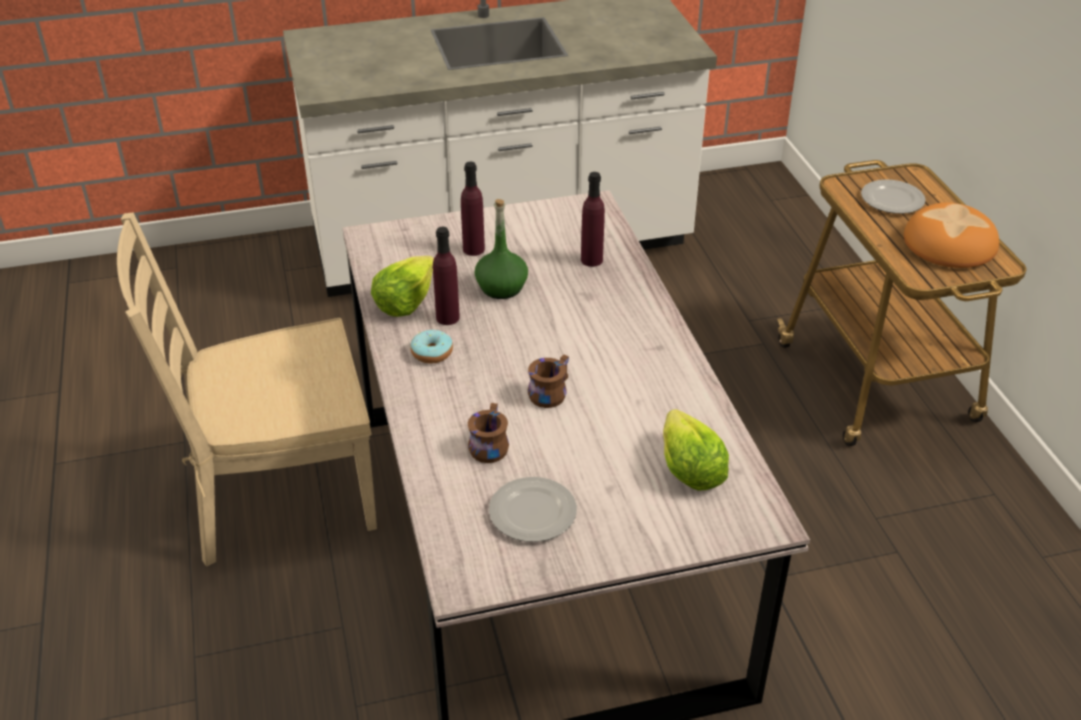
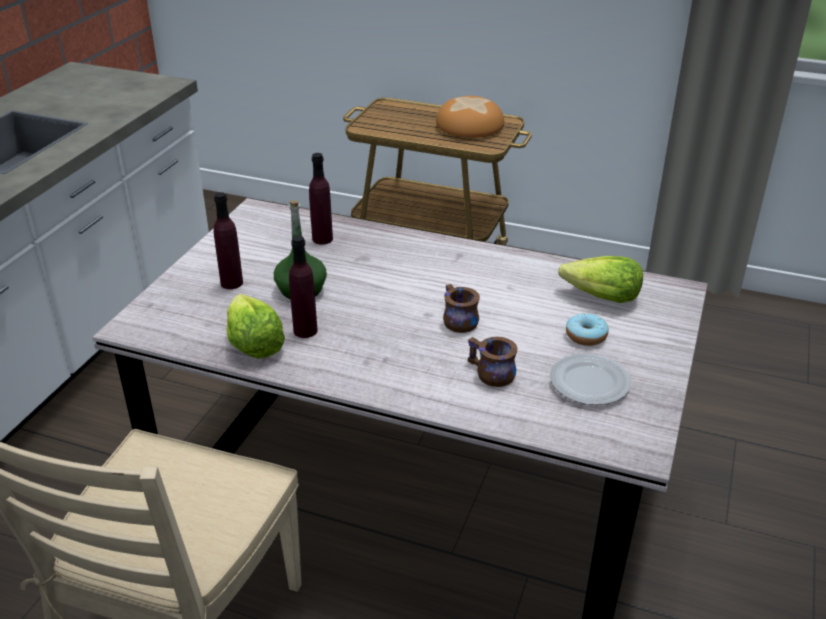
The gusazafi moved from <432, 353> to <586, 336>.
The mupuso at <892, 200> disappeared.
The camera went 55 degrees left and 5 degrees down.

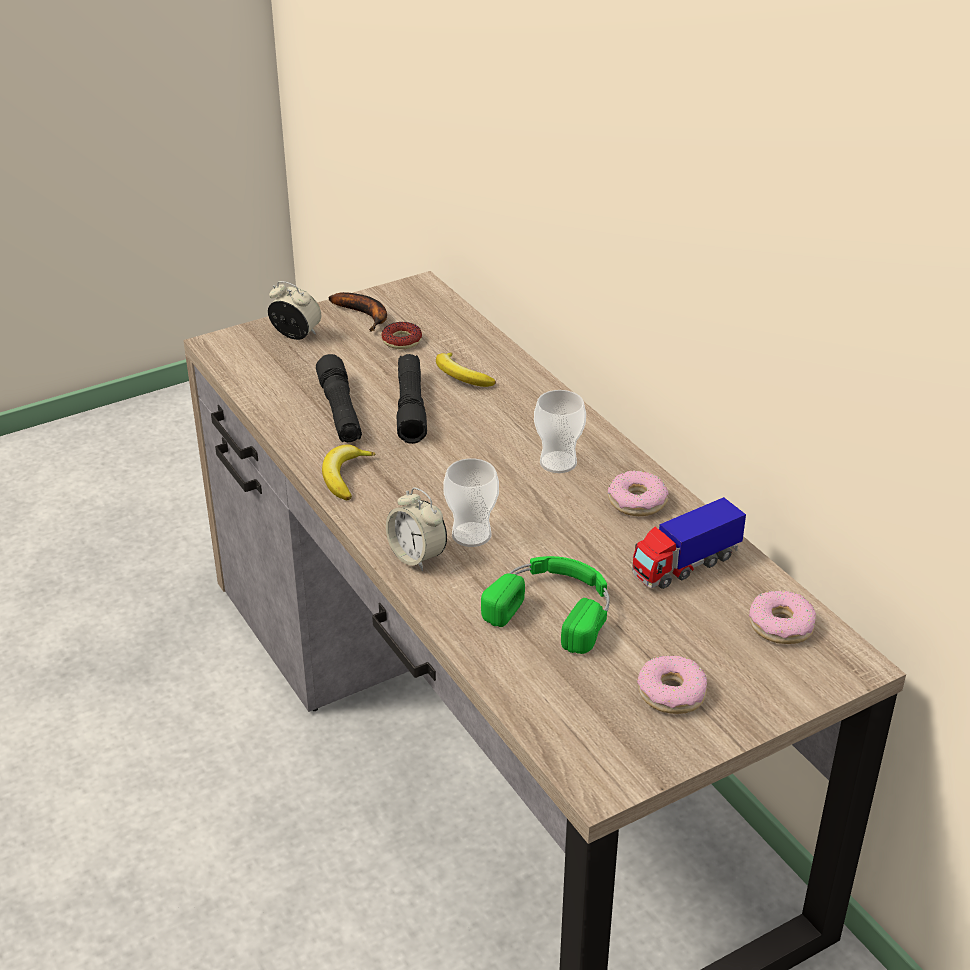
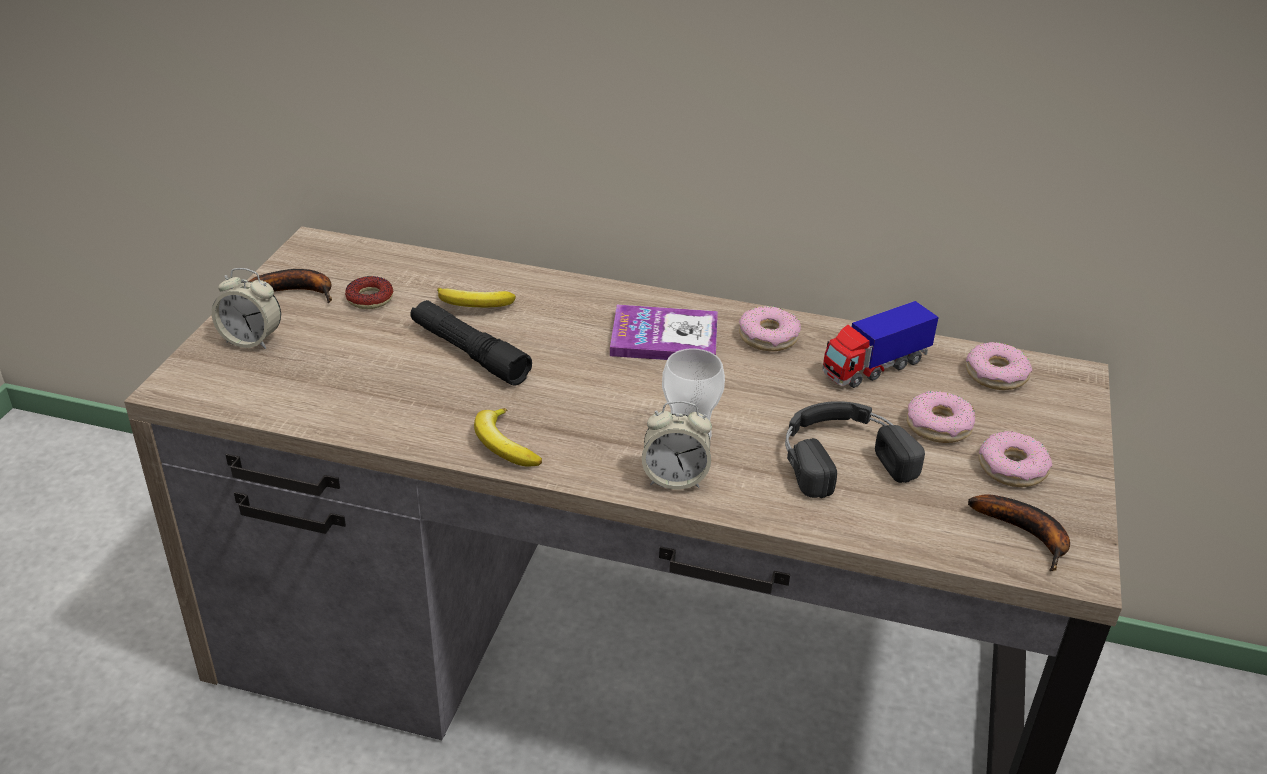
The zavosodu at <296, 335> turned 150 degrees counterclockwise.
The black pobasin at <340, 411> disappeared.
The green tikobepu at <554, 608> became the black tikobepu at <841, 455>.
The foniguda at <558, 462> was replaced by the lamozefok at <664, 337>.
The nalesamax at <685, 566> turned 45 degrees clockwise.
The gusazafi at <938, 426> appeared.
The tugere at <1027, 535> appeared.
The camera went 45 degrees left and 0 degrees up.

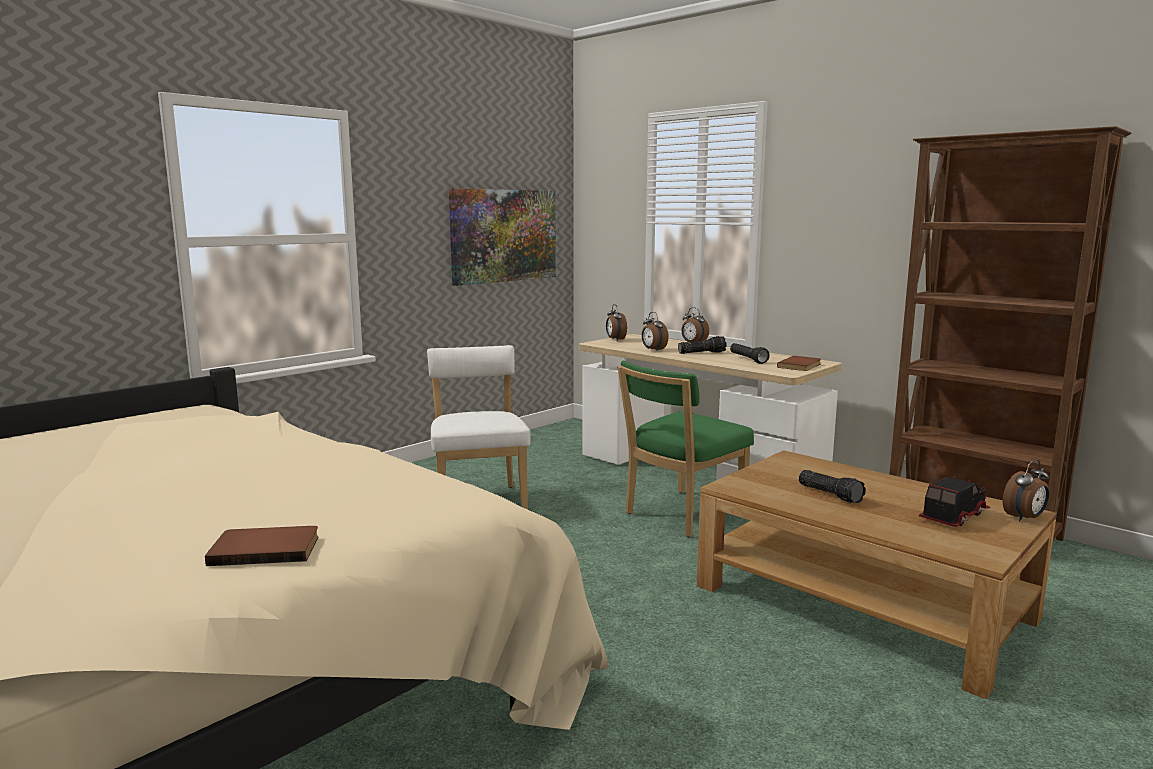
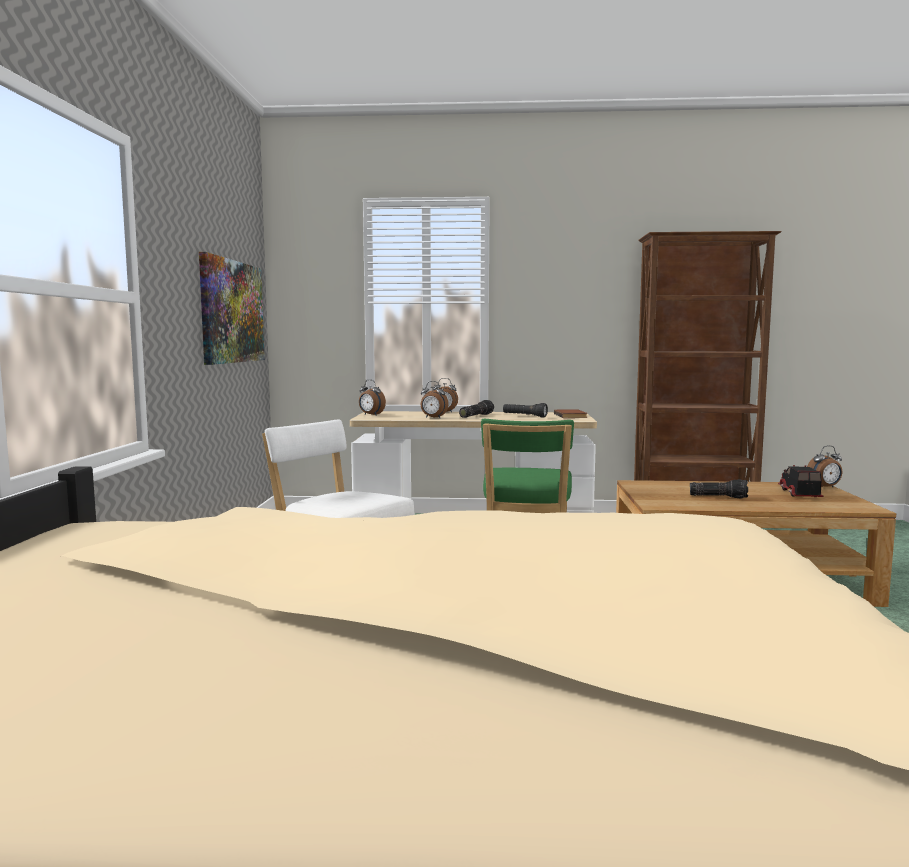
The brown lamozefok at <266, 549> disappeared.
The zavosodu at <1024, 518> turned 60 degrees clockwise.
The camera went 40 degrees left and 5 degrees down.

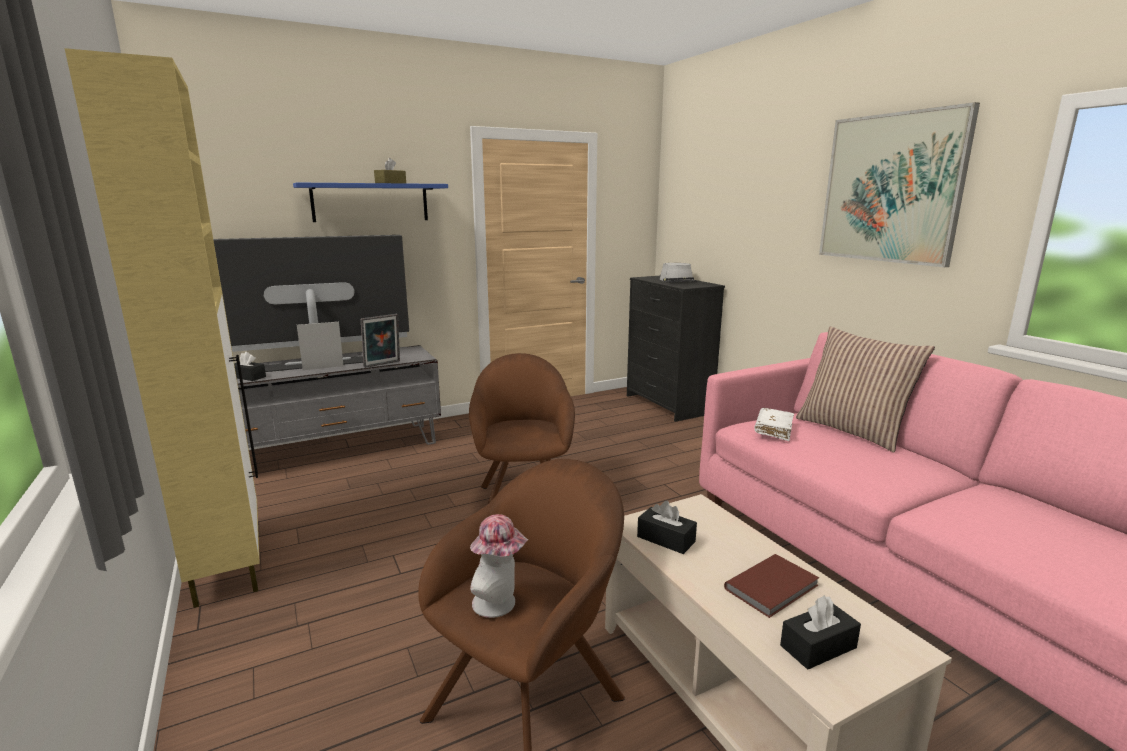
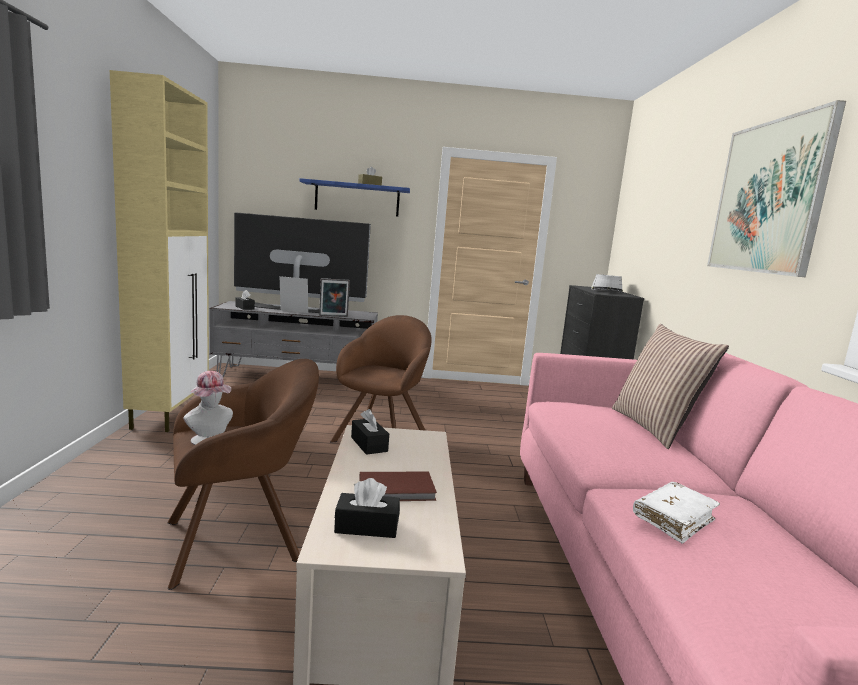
The white lamozefok moved from <773, 430> to <674, 519>.
The camera went 25 degrees right and 5 degrees down.

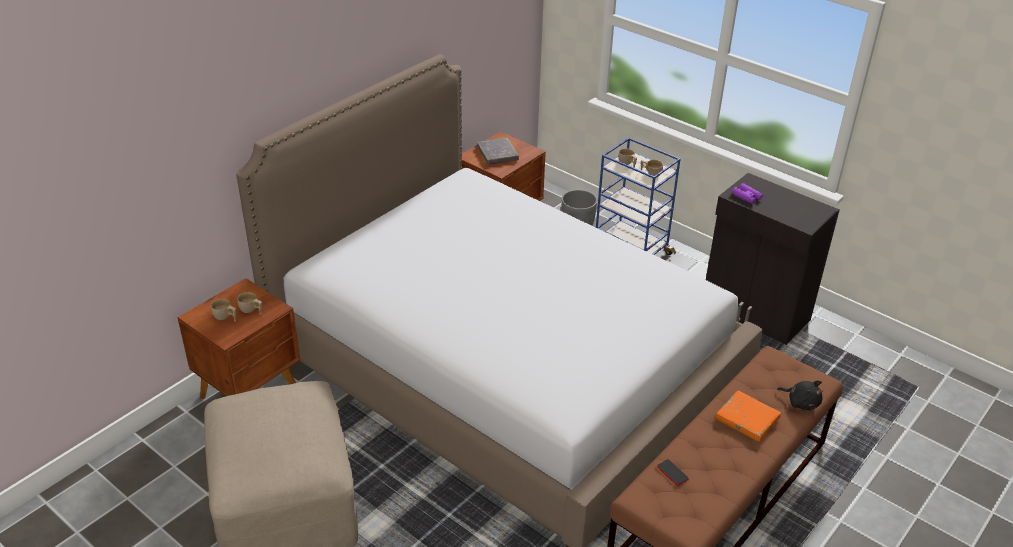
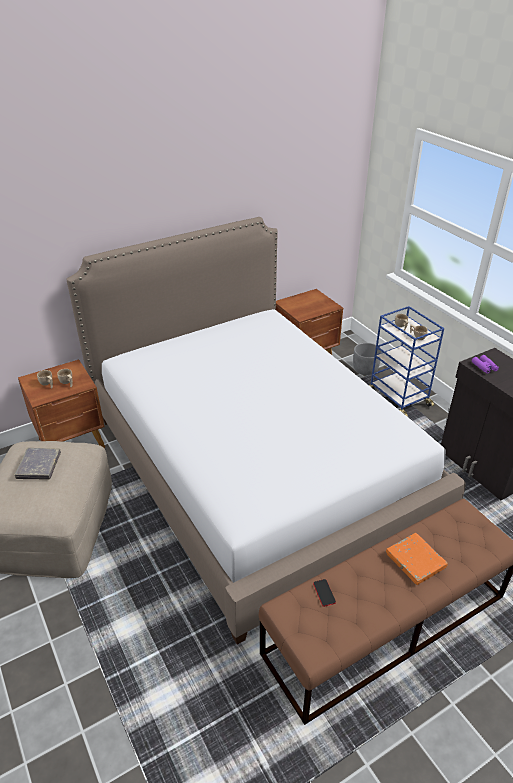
The grey lamozefok moved from <497, 154> to <39, 466>.
The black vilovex at <801, 402> disappeared.
The camera went 20 degrees right and 0 degrees up.

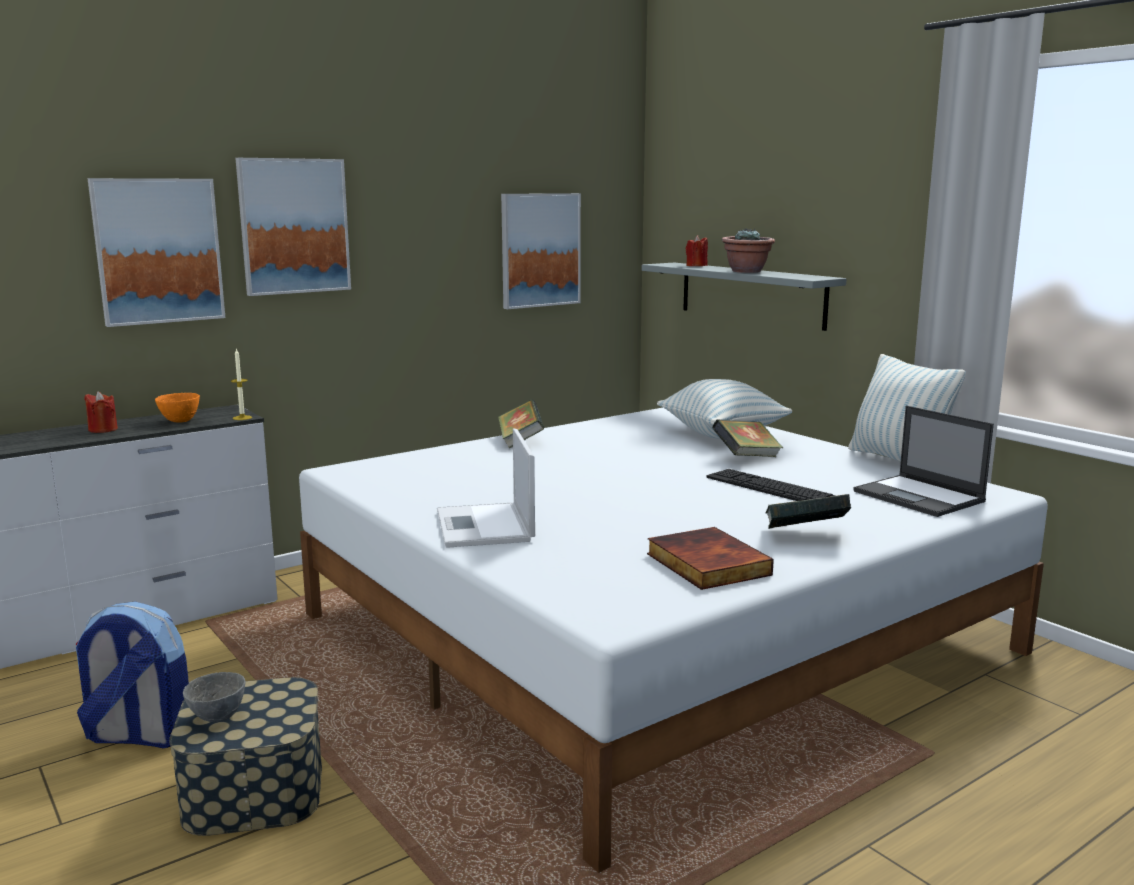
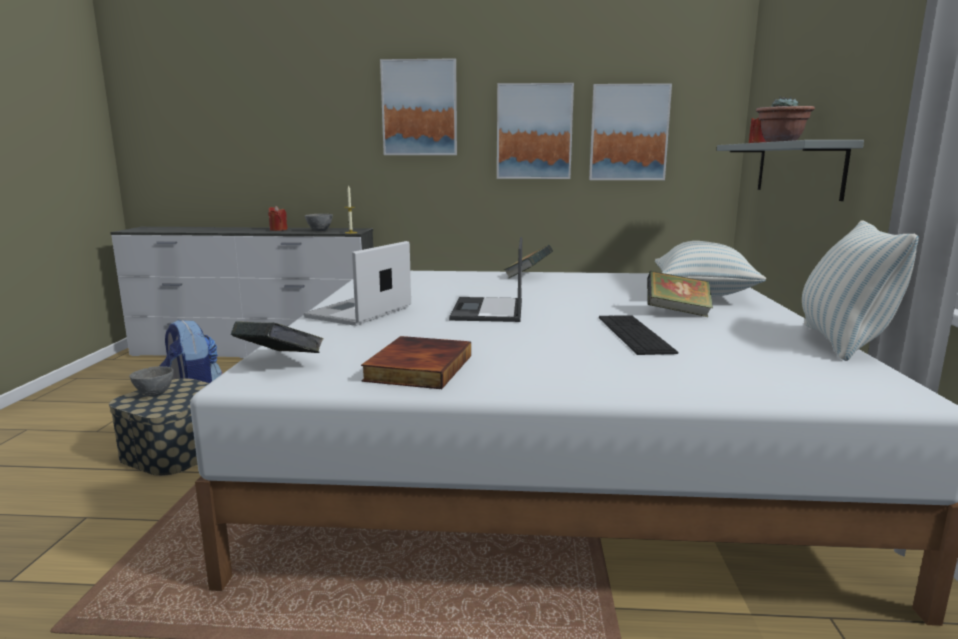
The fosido moved from <158, 251> to <534, 132>.
The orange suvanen at <180, 421> became the grey suvanen at <320, 231>.
The lamozefok moved from <805, 535> to <279, 362>.
The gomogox moved from <920, 497> to <488, 311>.
The camera went 40 degrees right and 0 degrees up.

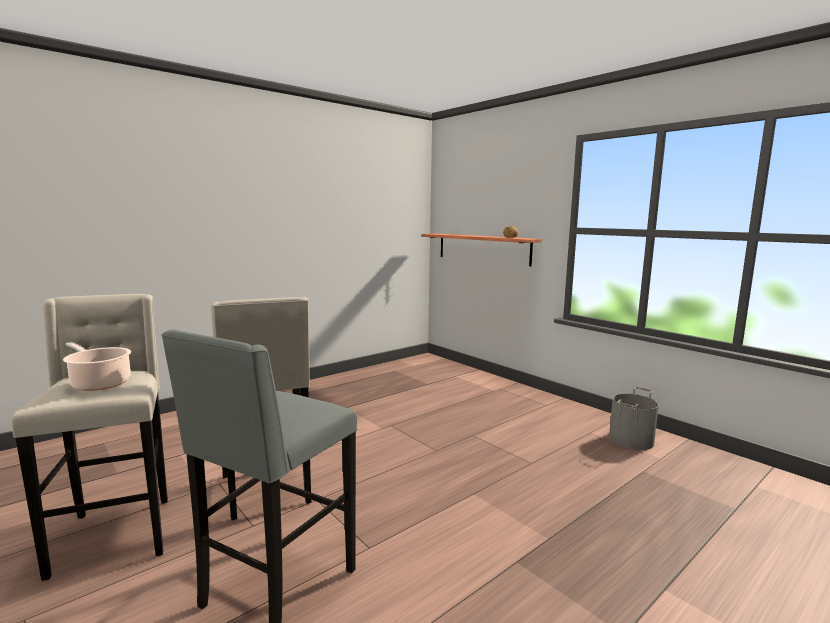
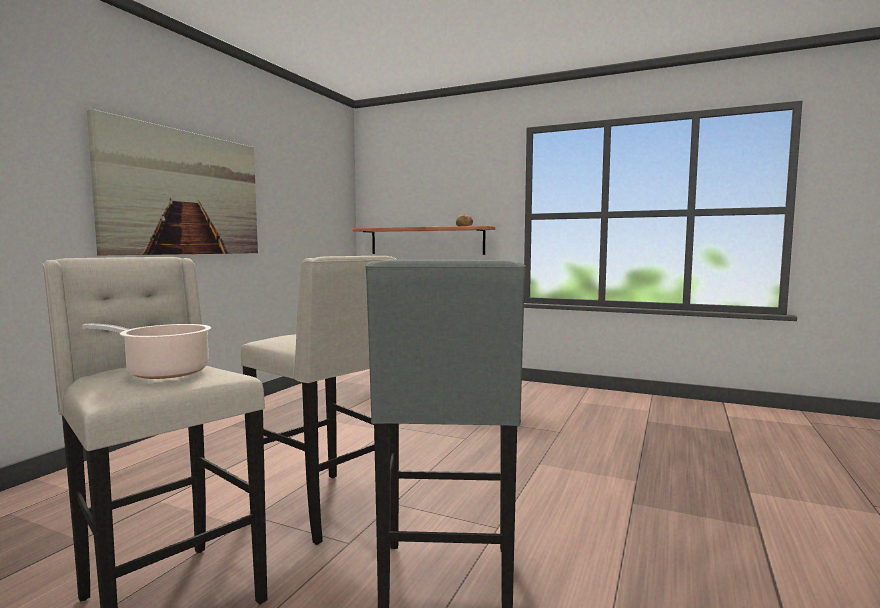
The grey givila at <631, 440> disappeared.
The fosido at <184, 193> appeared.
The camera went 25 degrees left and 5 degrees down.

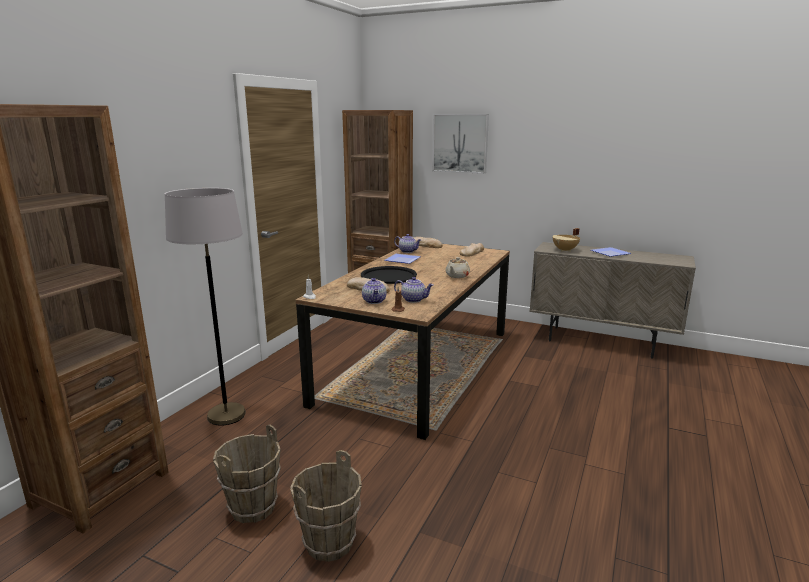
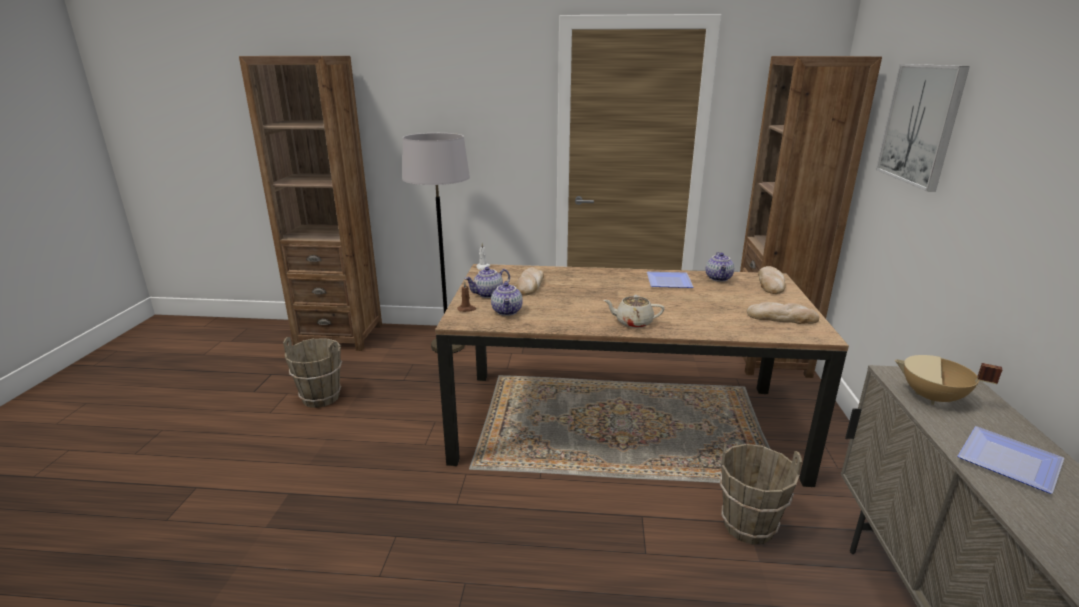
The brown givila moved from <330, 543> to <748, 526>.
The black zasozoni at <388, 276> disappeared.
The camera went 70 degrees right and 5 degrees up.

